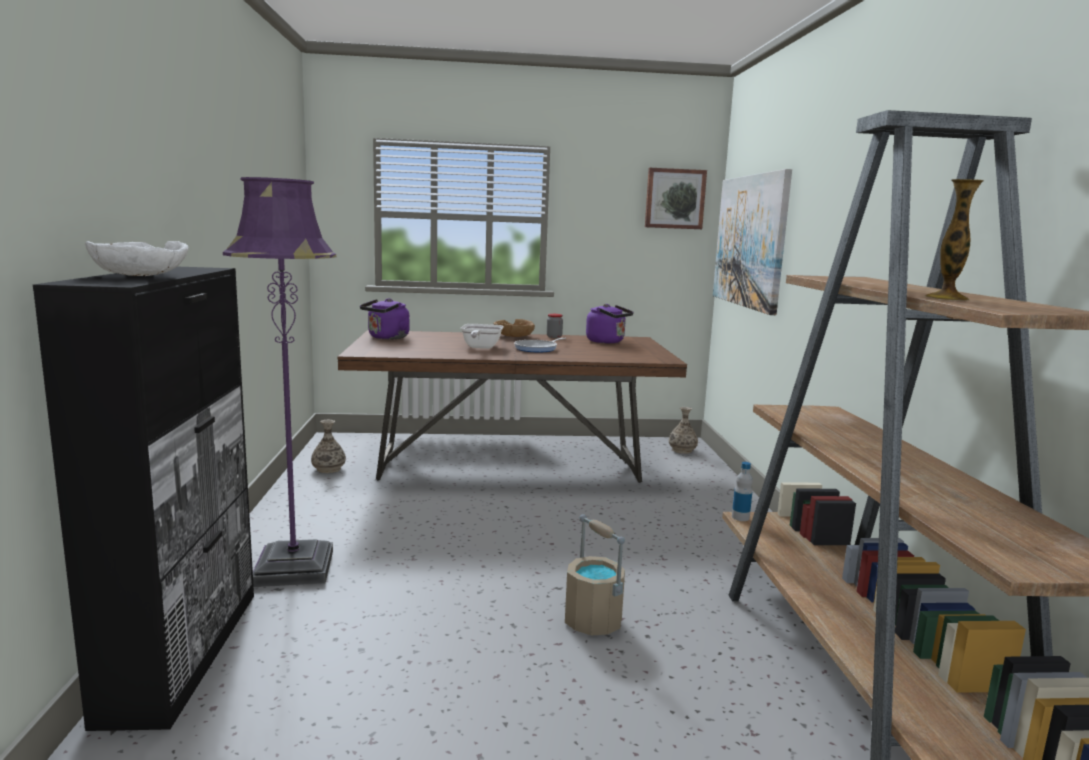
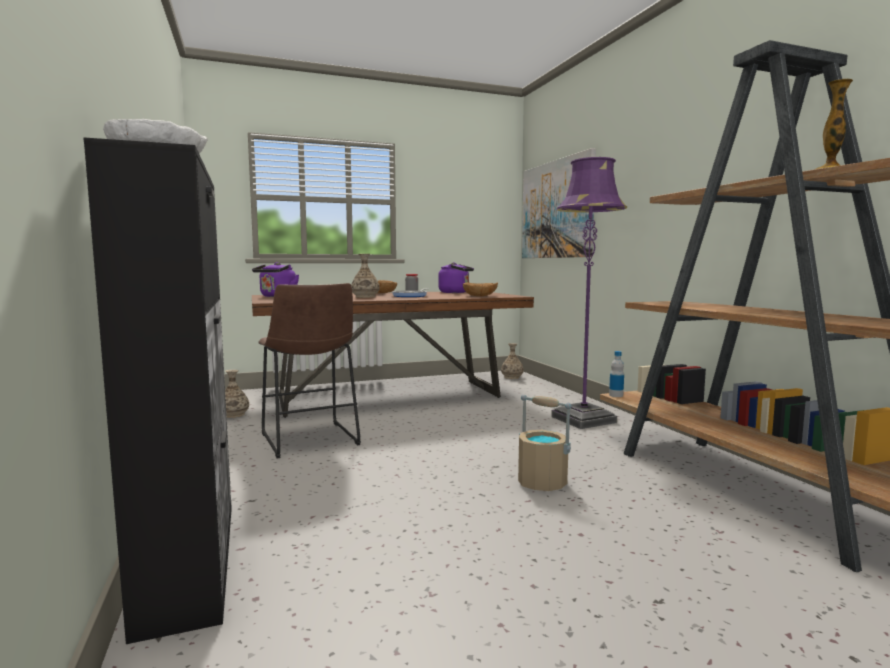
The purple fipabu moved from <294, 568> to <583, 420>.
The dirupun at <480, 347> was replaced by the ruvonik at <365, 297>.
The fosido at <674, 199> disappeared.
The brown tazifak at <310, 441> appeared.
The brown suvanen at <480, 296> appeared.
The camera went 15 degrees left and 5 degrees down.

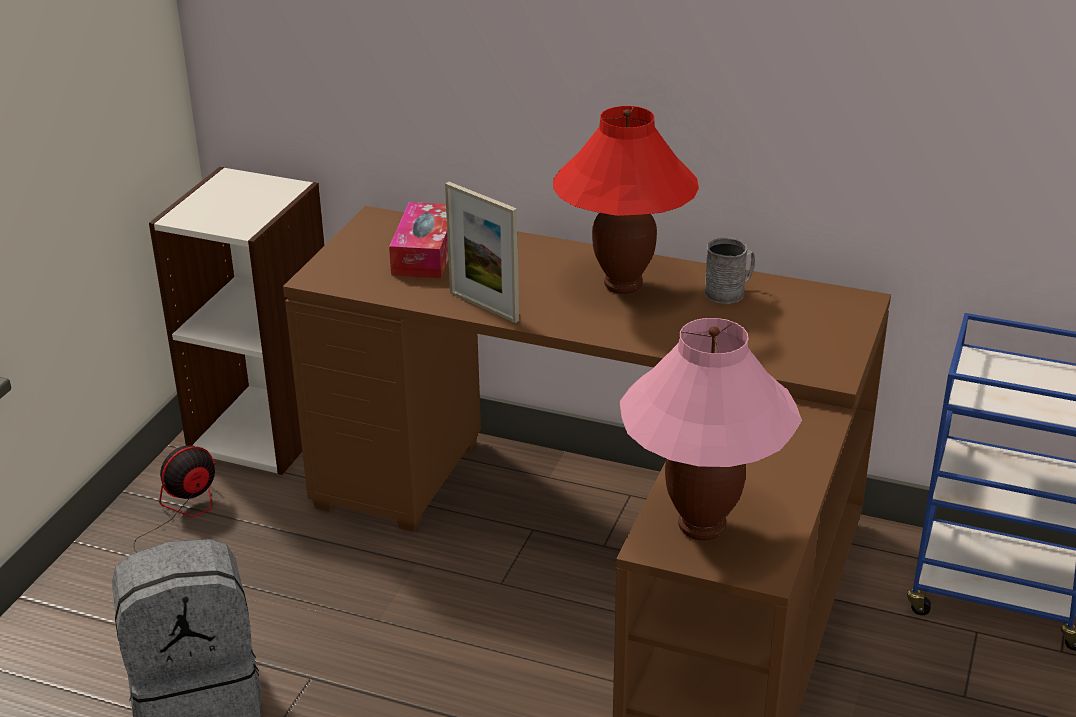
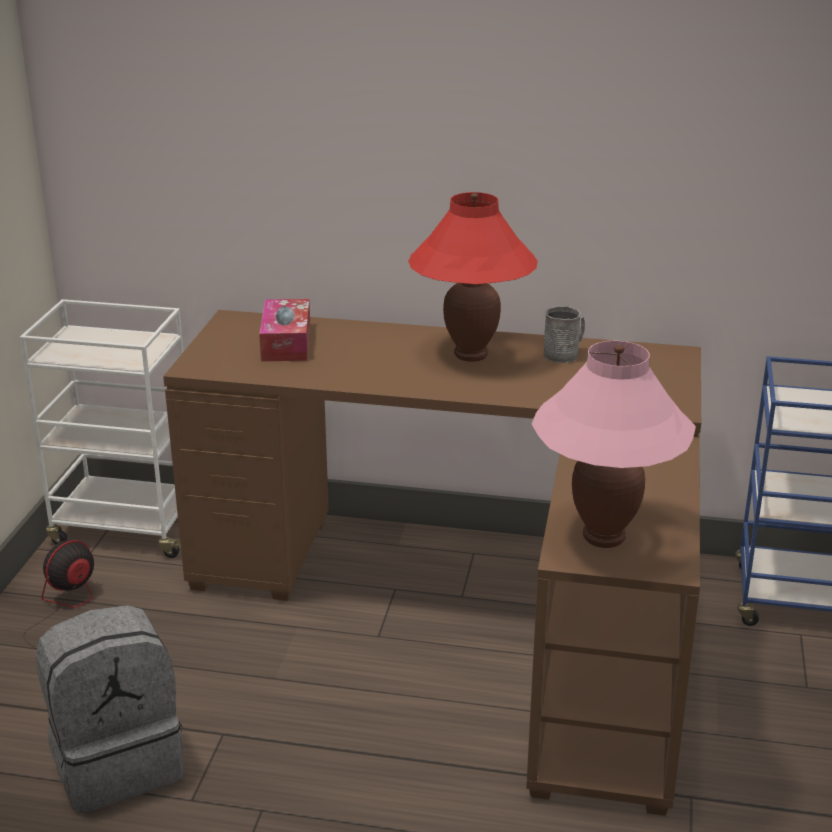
The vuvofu at <266, 428> was replaced by the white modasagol at <128, 526>.
The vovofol at <484, 307> disappeared.
The camera went 10 degrees left and 5 degrees down.

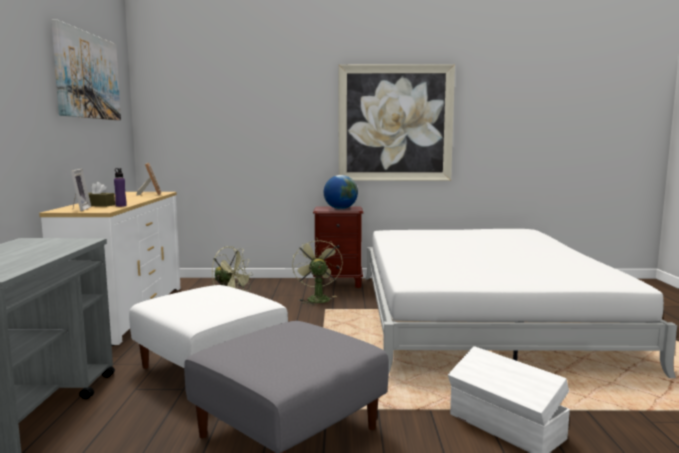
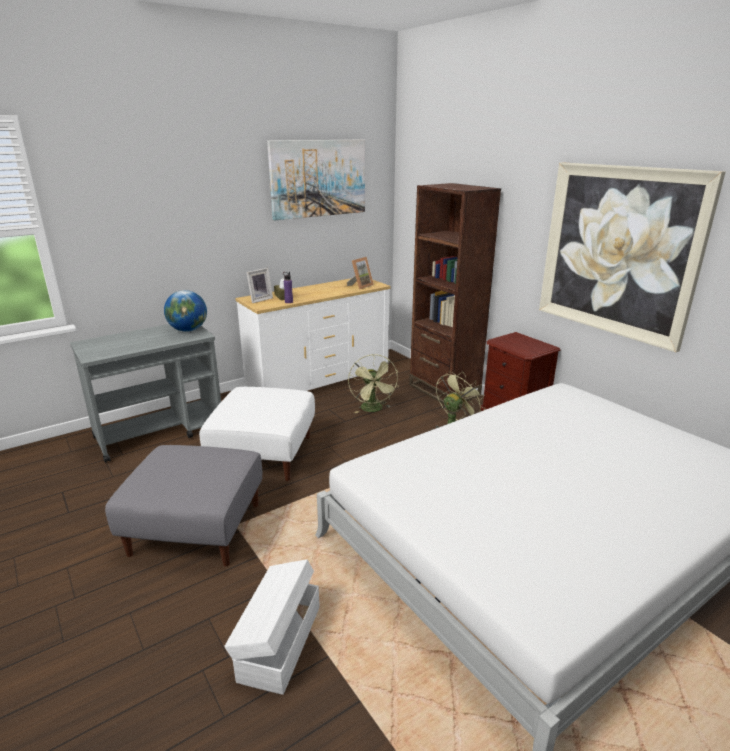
The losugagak moved from <340, 209> to <188, 330>.
The brown vuvofu at <444, 390> appeared.
The camera went 55 degrees right and 15 degrees up.

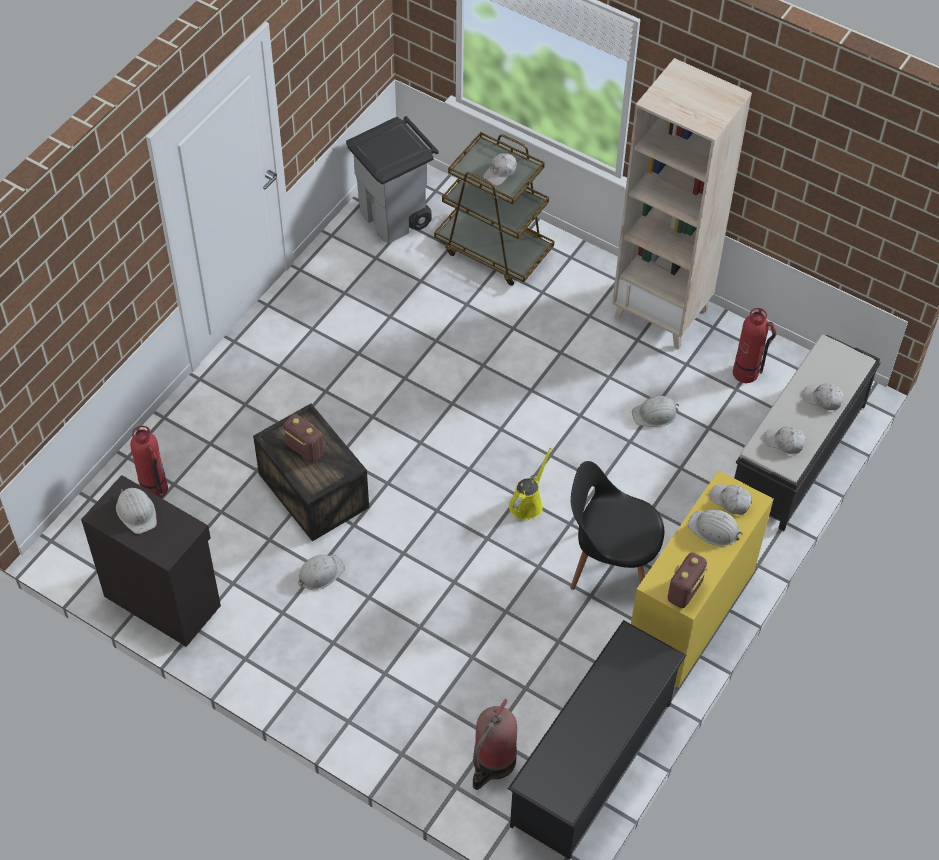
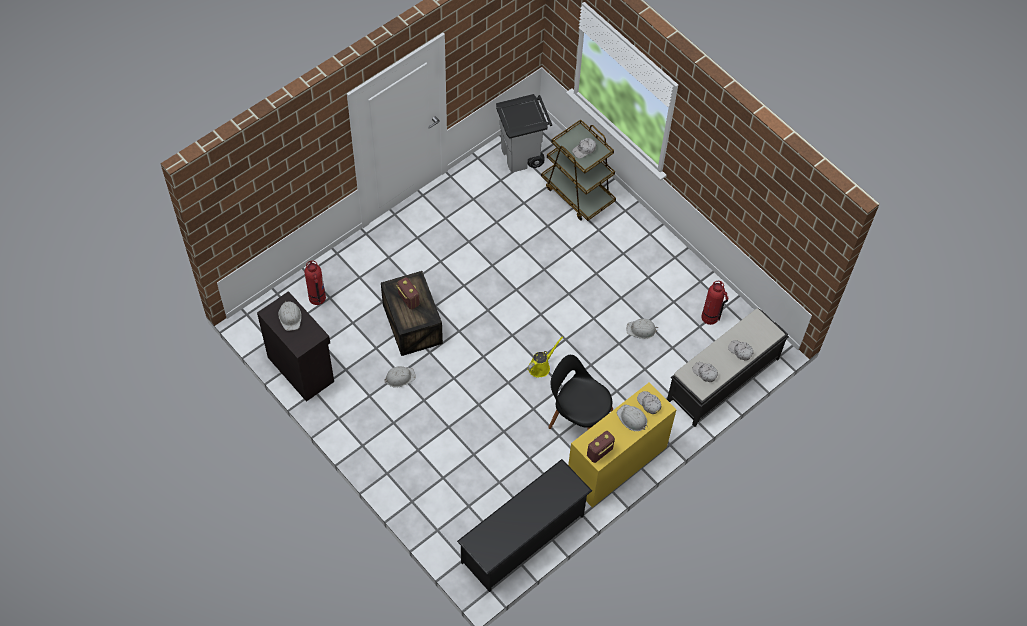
The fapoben at <492, 763> disappeared.
The beige vuvofu at <662, 313> disappeared.
The camera went 15 degrees right and 5 degrees up.

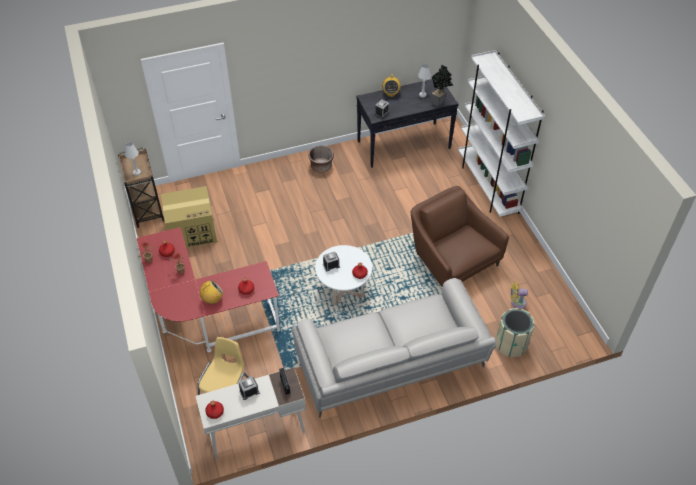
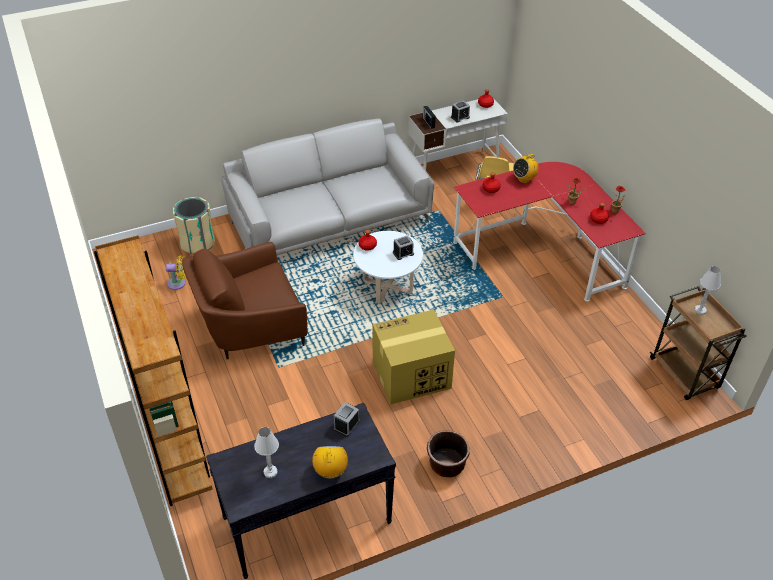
The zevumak moved from <192, 231> to <410, 375>.
The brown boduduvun at <451, 260> turned 105 degrees clockwise.
The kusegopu at <439, 102> disappeared.
The white vuvofu at <488, 186> became the brown vuvofu at <174, 442>.
The camera went 175 degrees right and 5 degrees down.

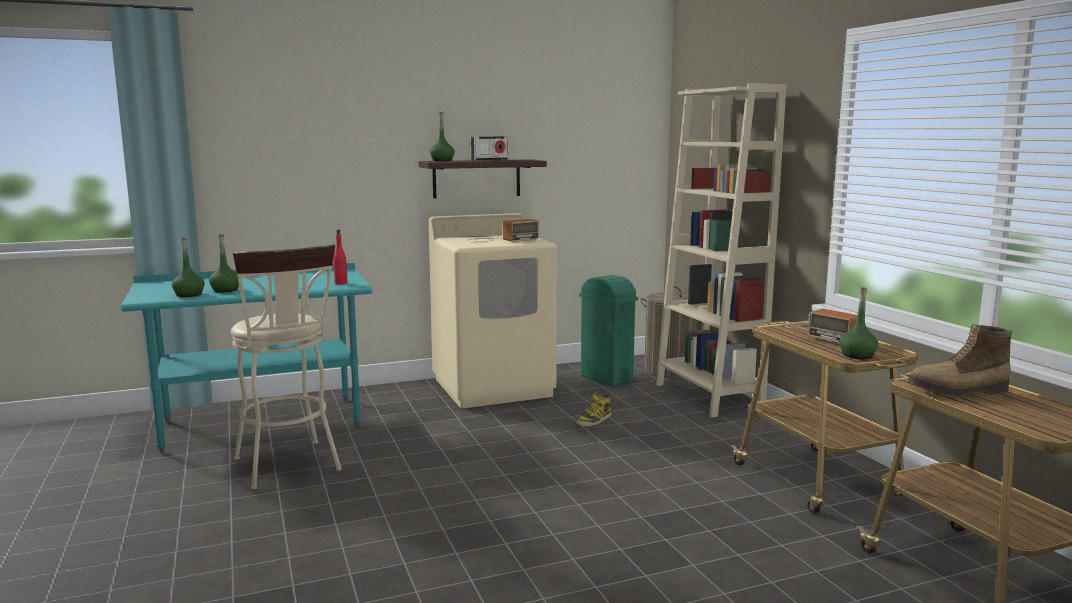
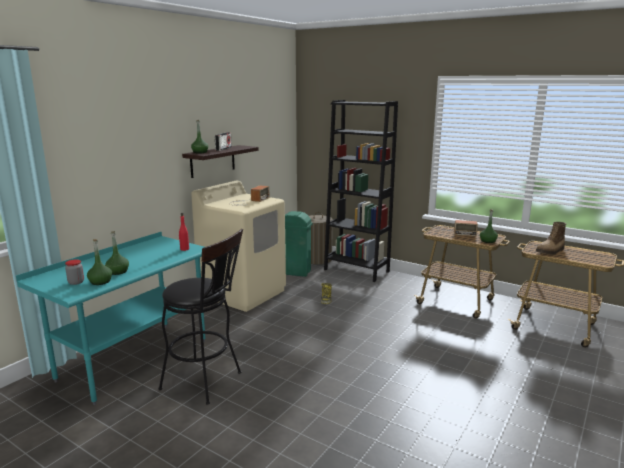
The beige tazifak at <290, 467> became the black tazifak at <207, 382>.
The beige vuvofu at <708, 396> became the black vuvofu at <356, 270>.
The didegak at <76, 282> appeared.
The camera went 35 degrees left and 5 degrees up.

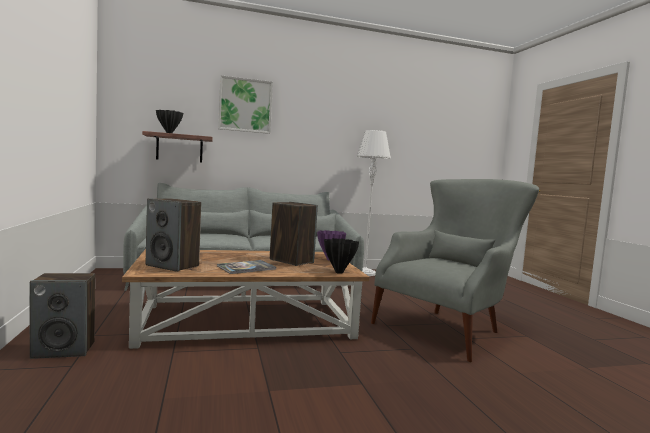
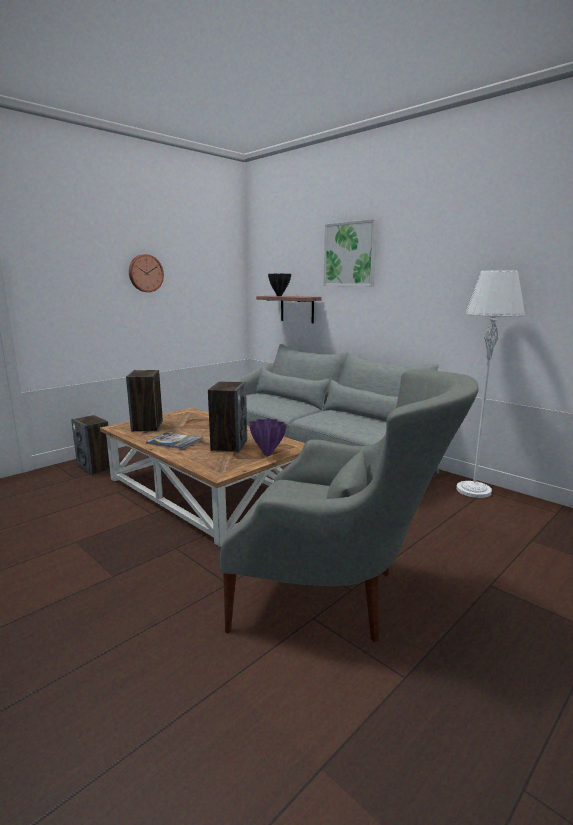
The black ruvonik at <339, 272> disappeared.
The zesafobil at <145, 273> appeared.
The camera went 60 degrees right and 10 degrees up.

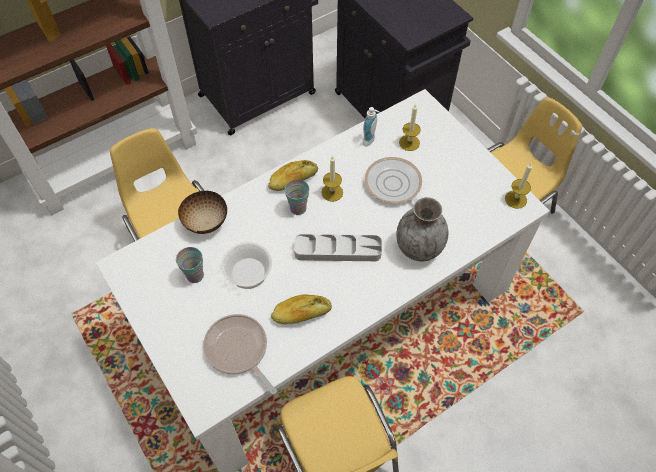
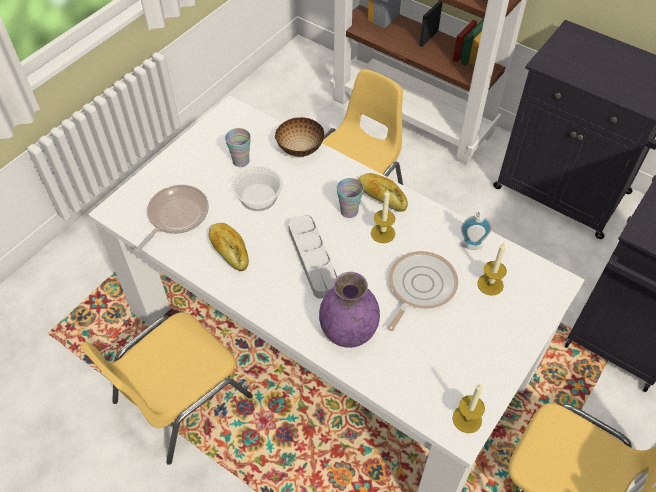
The grey ruvonik at <418, 248> became the purple ruvonik at <348, 331>.
The camera went 70 degrees right and 5 degrees down.

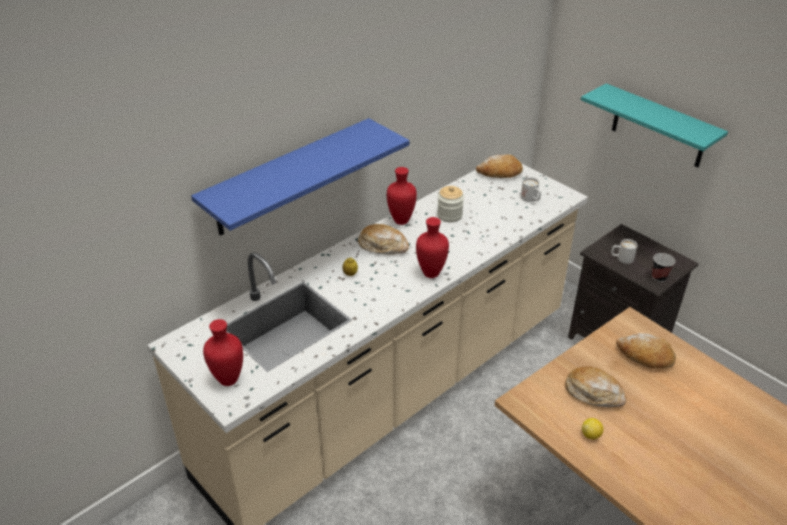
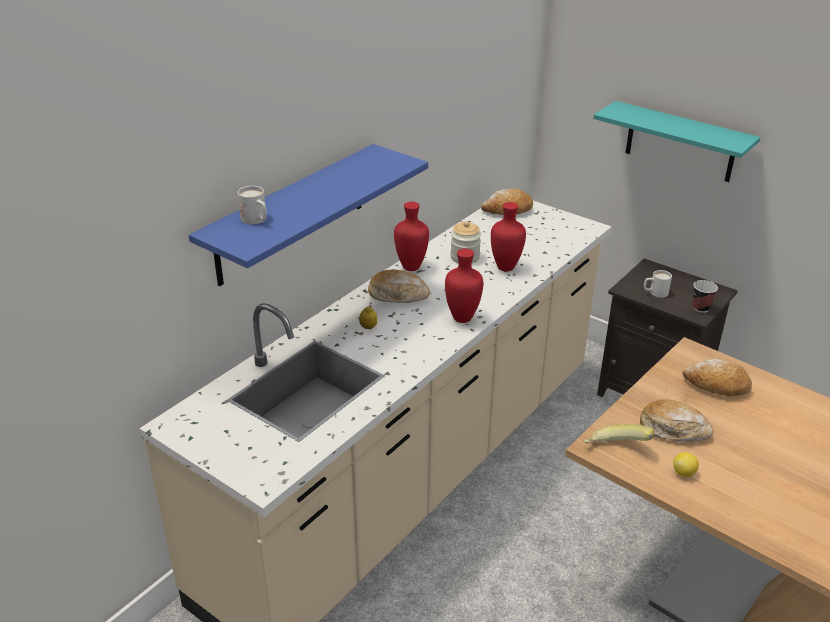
The red ruvonik moved from <227, 380> to <504, 267>.
The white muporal moved from <531, 199> to <256, 220>.
The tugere at <615, 450> appeared.
The camera went 10 degrees left and 5 degrees down.

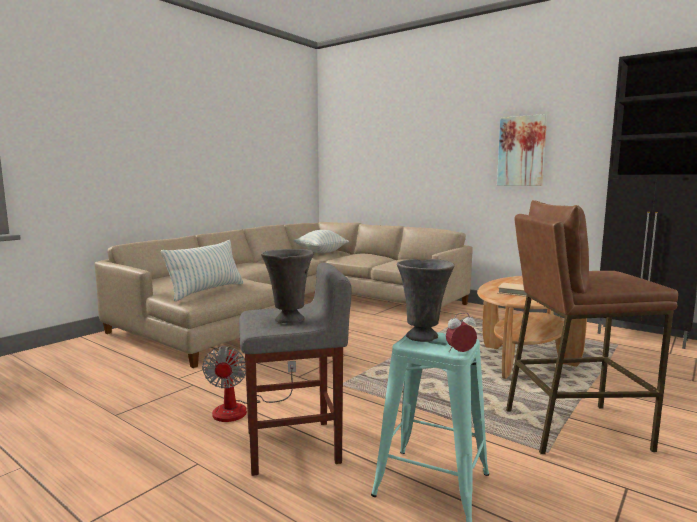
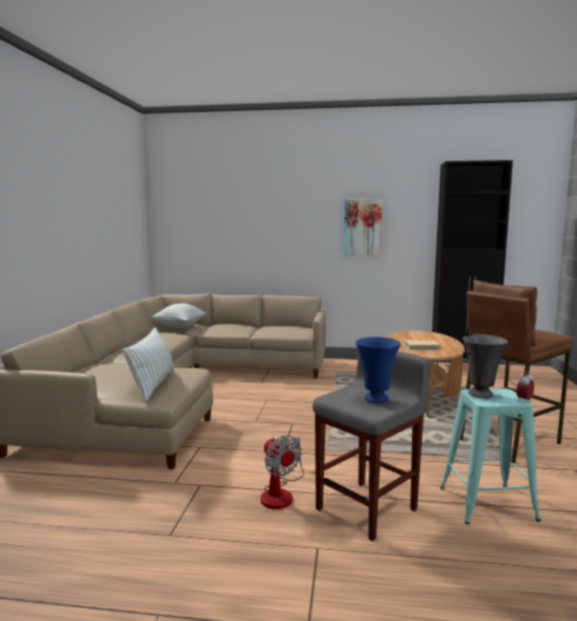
The grey ruvonik at <288, 320> became the blue ruvonik at <375, 399>.
The camera went 30 degrees left and 0 degrees up.

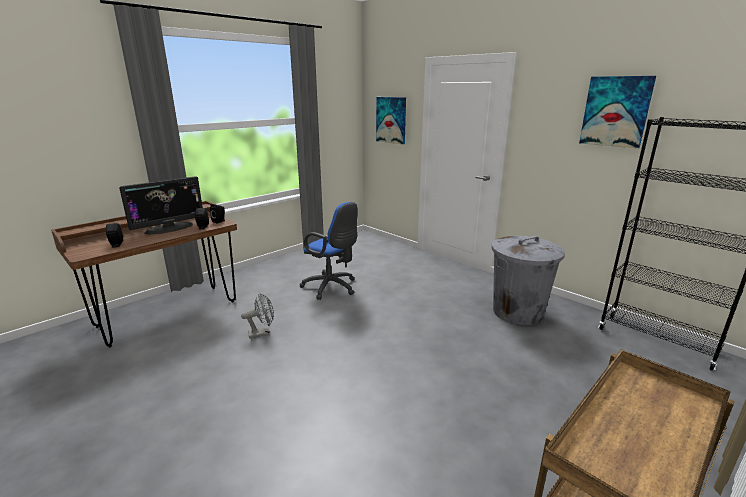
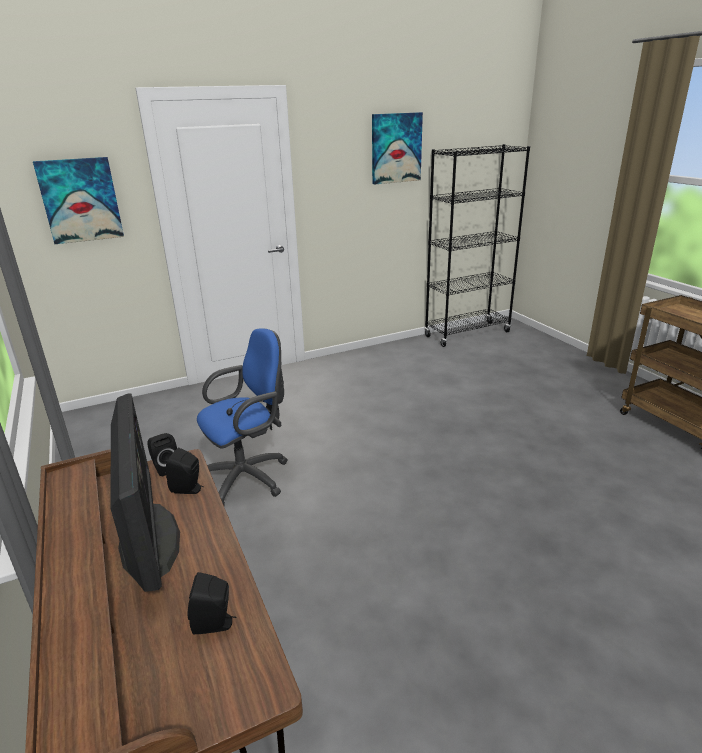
The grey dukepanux at <262, 333> disappeared.
The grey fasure at <518, 312> disappeared.
The camera went 70 degrees left and 5 degrees up.

